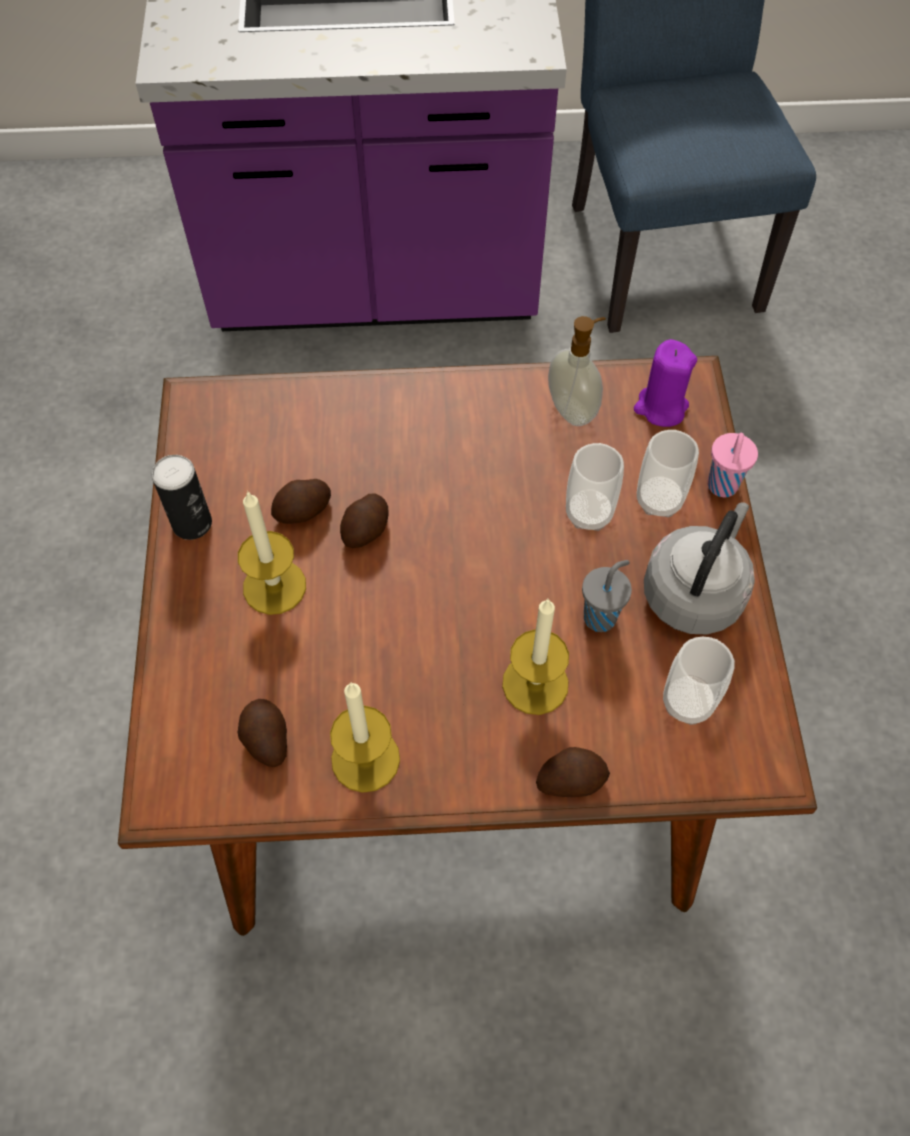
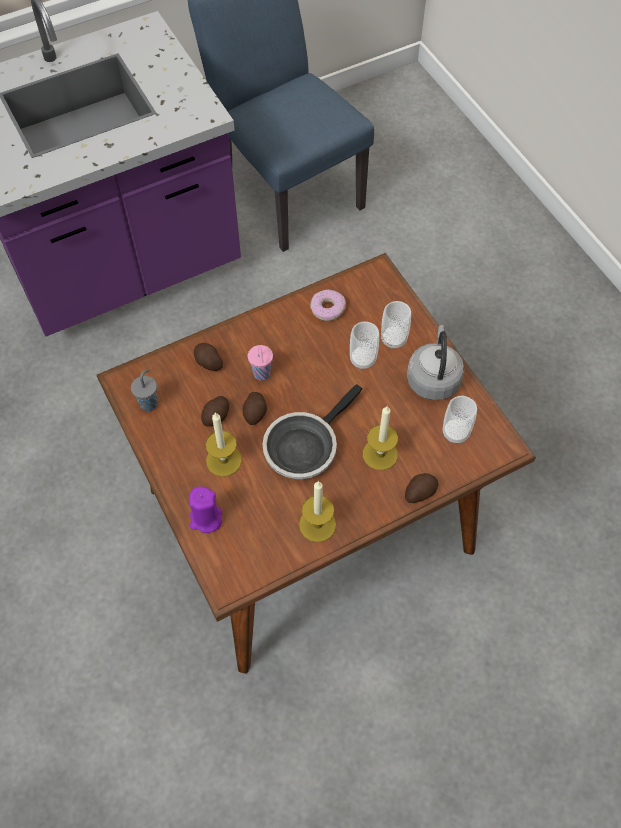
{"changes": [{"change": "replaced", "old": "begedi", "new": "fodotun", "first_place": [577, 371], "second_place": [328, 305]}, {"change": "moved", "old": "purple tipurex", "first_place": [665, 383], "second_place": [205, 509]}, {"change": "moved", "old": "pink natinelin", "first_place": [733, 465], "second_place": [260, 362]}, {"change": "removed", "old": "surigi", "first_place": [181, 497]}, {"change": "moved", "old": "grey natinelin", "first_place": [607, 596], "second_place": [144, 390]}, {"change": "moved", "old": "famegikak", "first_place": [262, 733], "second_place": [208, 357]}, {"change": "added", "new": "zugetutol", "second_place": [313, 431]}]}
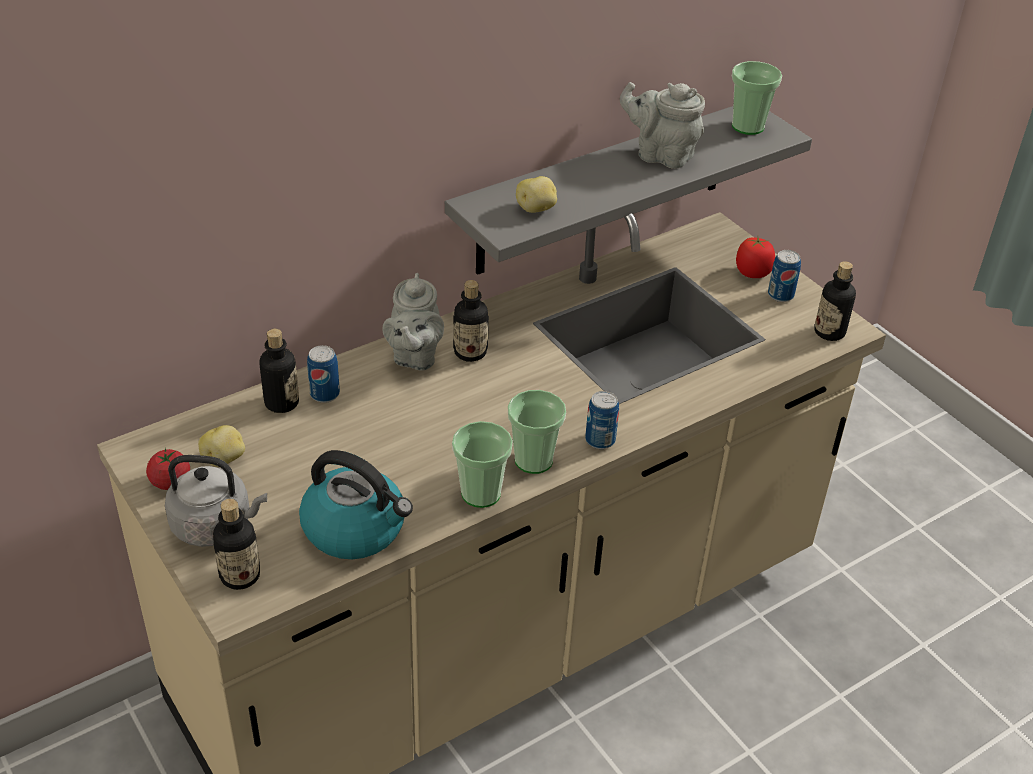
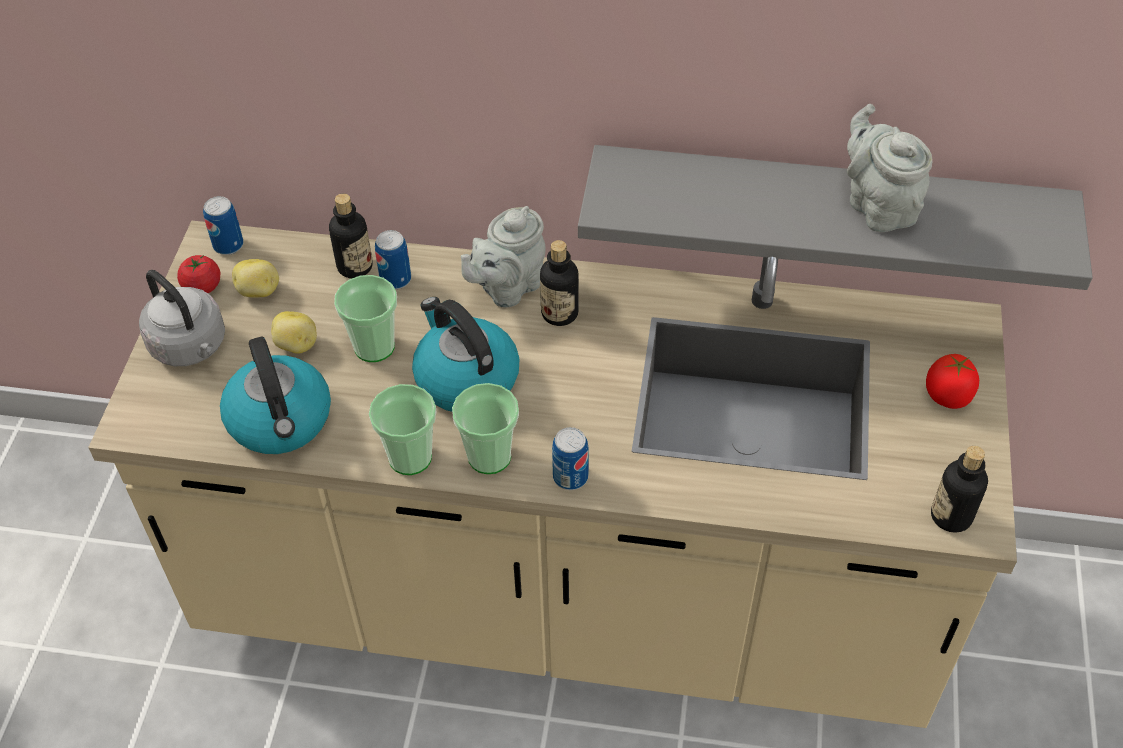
{"changes": [{"change": "moved", "old": "natinelin", "first_place": [757, 98], "second_place": [365, 318]}, {"change": "moved", "old": "famegikak", "first_place": [536, 194], "second_place": [294, 332]}, {"change": "moved", "old": "surigi", "first_place": [784, 276], "second_place": [223, 225]}, {"change": "removed", "old": "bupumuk", "first_place": [236, 544]}, {"change": "added", "new": "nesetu", "second_place": [466, 354]}]}
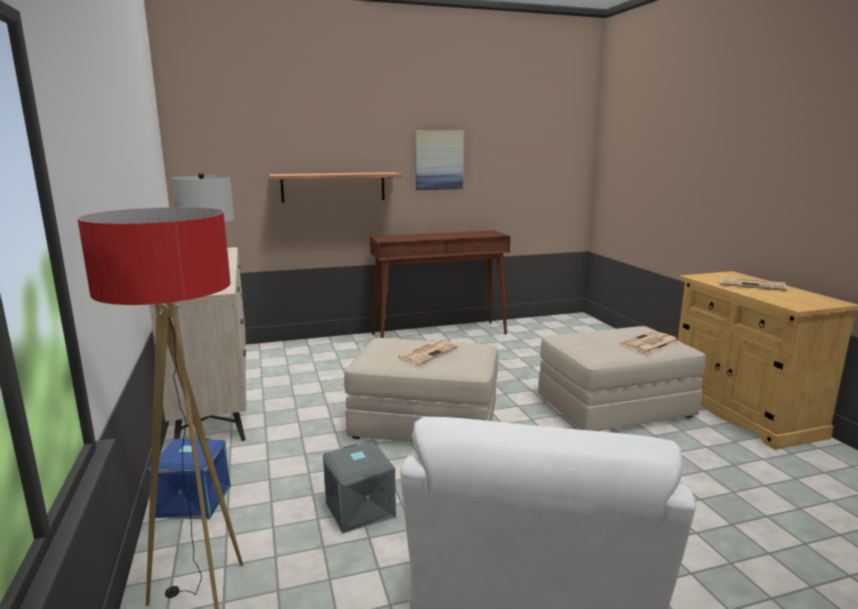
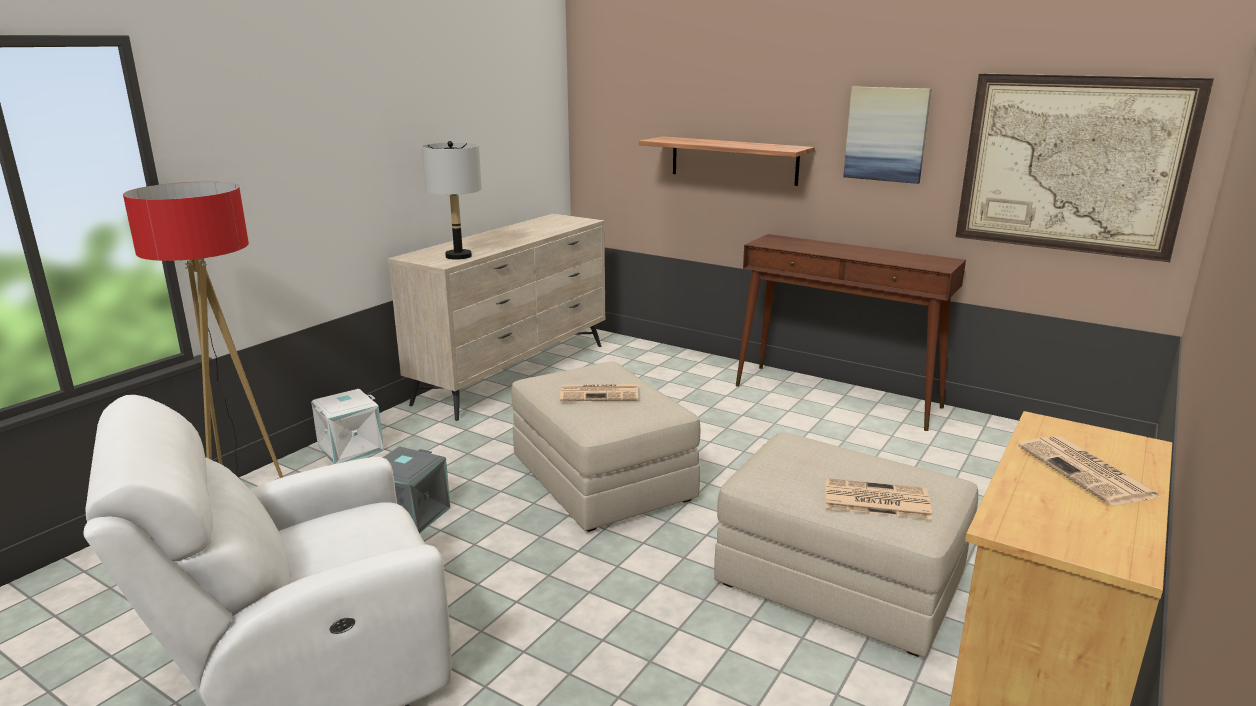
{"changes": [{"change": "recoloured", "old": "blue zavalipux", "new": "white zavalipux", "first_place": [189, 479], "second_place": [347, 426]}, {"change": "added", "new": "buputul", "second_place": [1084, 168]}]}
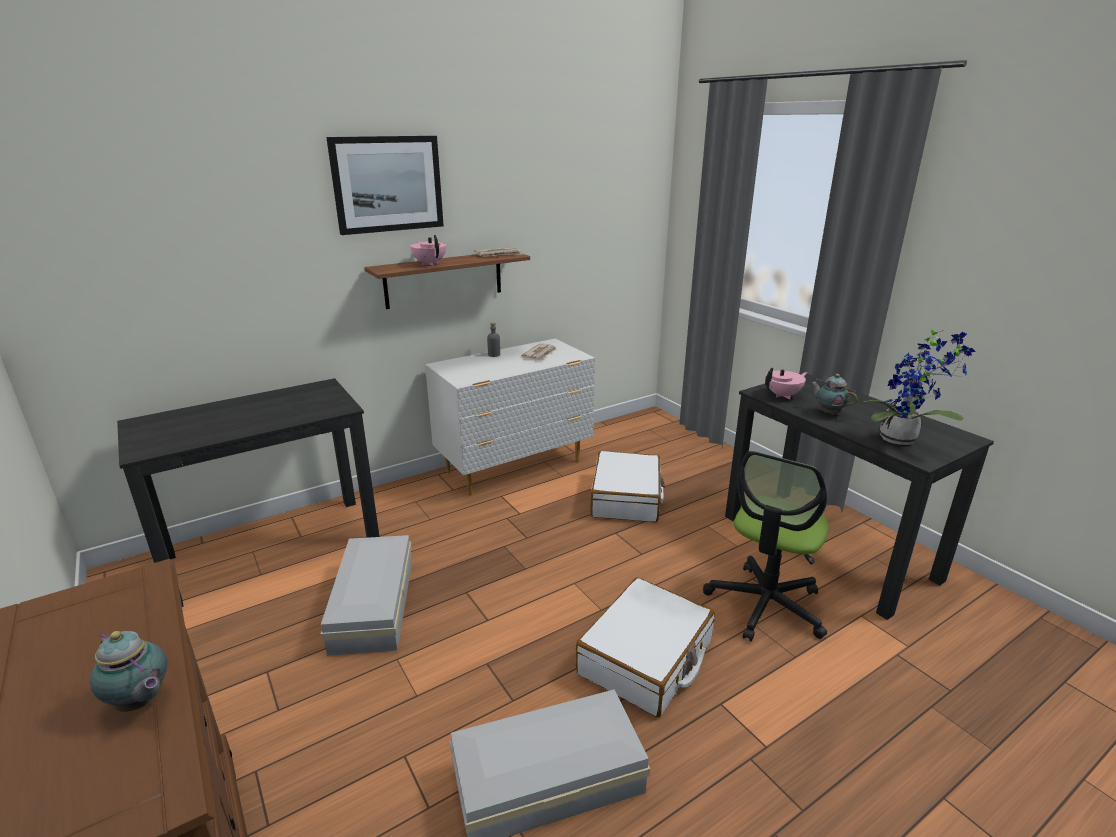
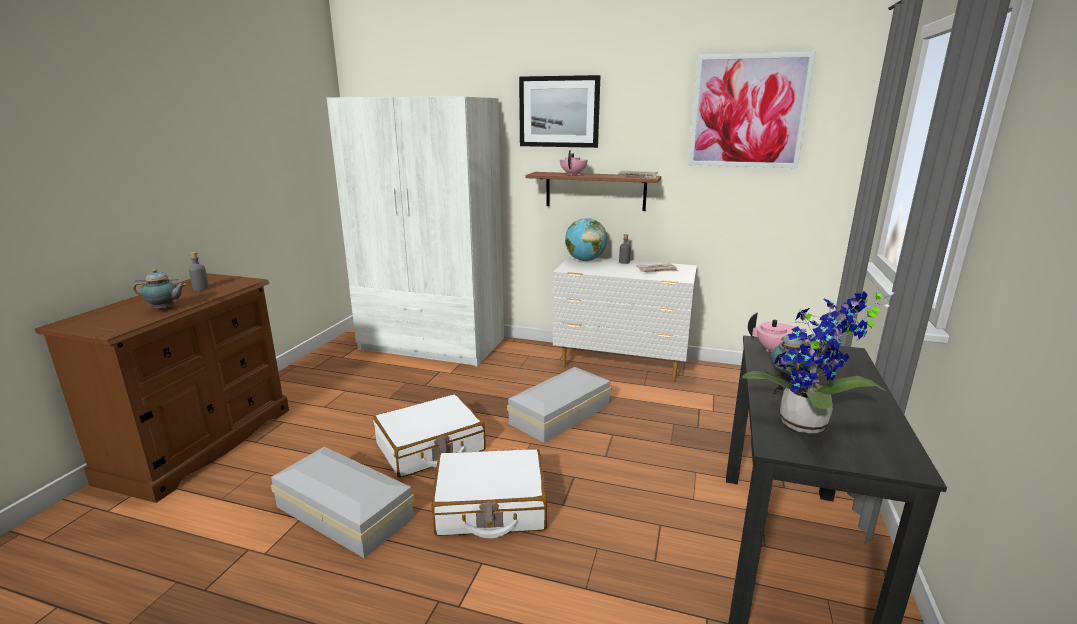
{"changes": [{"change": "replaced", "old": "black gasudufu", "new": "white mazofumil", "first_place": [248, 492], "second_place": [415, 232]}, {"change": "moved", "old": "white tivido", "first_place": [627, 487], "second_place": [429, 436]}, {"change": "removed", "old": "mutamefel", "first_place": [766, 546]}, {"change": "moved", "old": "white zavalipux", "first_place": [366, 595], "second_place": [559, 405]}, {"change": "turned", "old": "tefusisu", "first_place": [128, 671], "second_place": [159, 289], "degrees": -90}, {"change": "added", "new": "buputul", "second_place": [752, 110]}, {"change": "added", "new": "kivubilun", "second_place": [586, 239]}, {"change": "added", "new": "grey bupumuk", "second_place": [199, 271]}]}
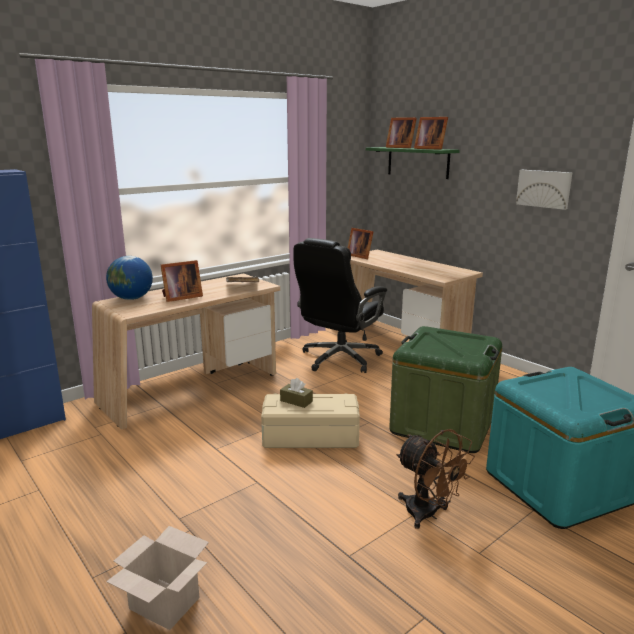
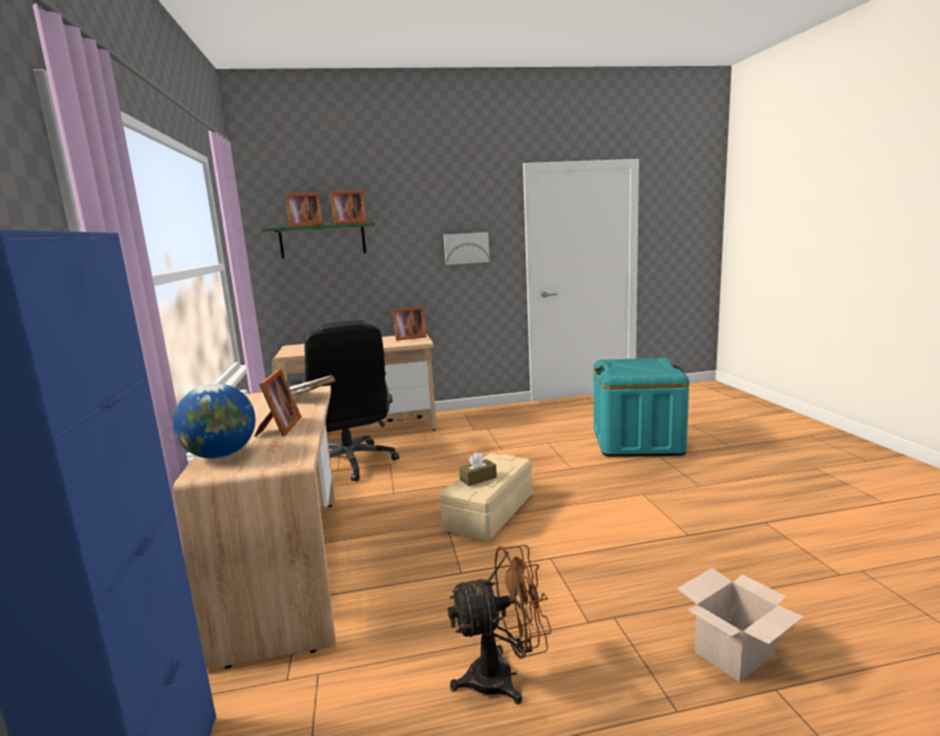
{"changes": [{"change": "moved", "old": "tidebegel", "first_place": [361, 243], "second_place": [410, 324]}, {"change": "removed", "old": "green zavalipux", "first_place": [445, 389]}, {"change": "moved", "old": "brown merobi", "first_place": [435, 479], "second_place": [499, 625]}]}
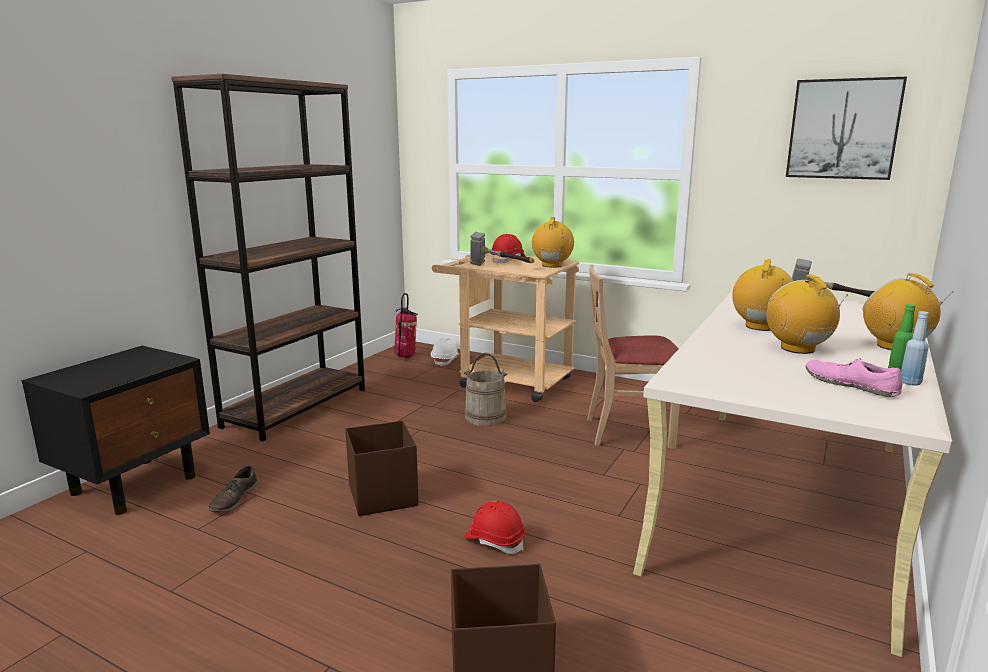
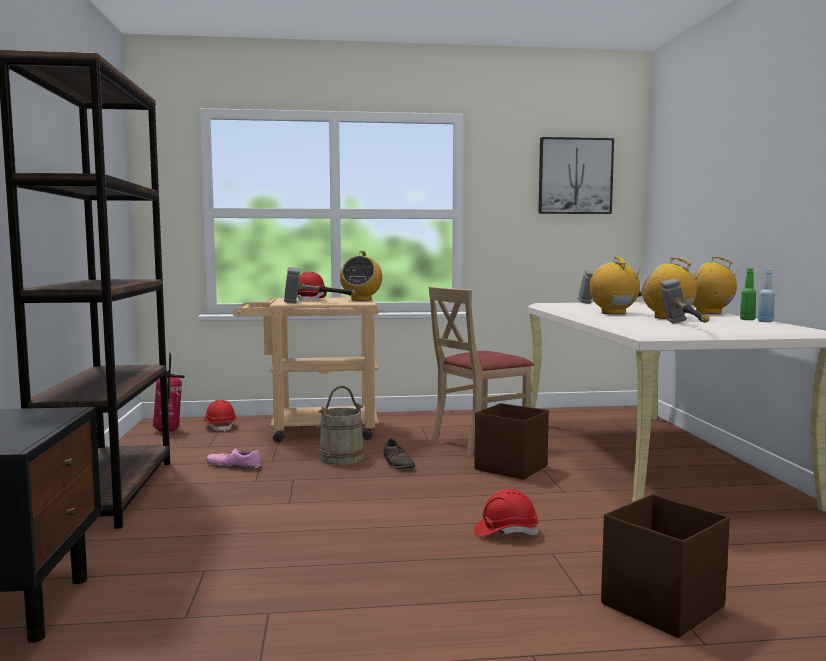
{"changes": [{"change": "turned", "old": "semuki", "first_place": [553, 242], "second_place": [361, 276], "degrees": -150}, {"change": "recoloured", "old": "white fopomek", "new": "red fopomek", "first_place": [445, 352], "second_place": [220, 416]}, {"change": "moved", "old": "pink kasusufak", "first_place": [853, 378], "second_place": [233, 458]}, {"change": "moved", "old": "brown zavalipux", "first_place": [382, 468], "second_place": [512, 441]}, {"change": "moved", "old": "brown kasusufak", "first_place": [232, 489], "second_place": [399, 454]}, {"change": "added", "new": "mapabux", "second_place": [684, 301]}]}
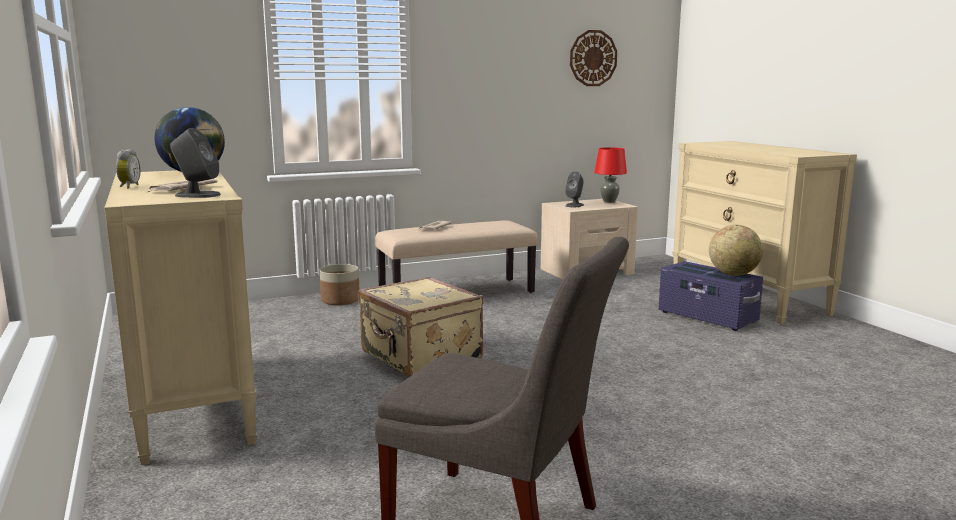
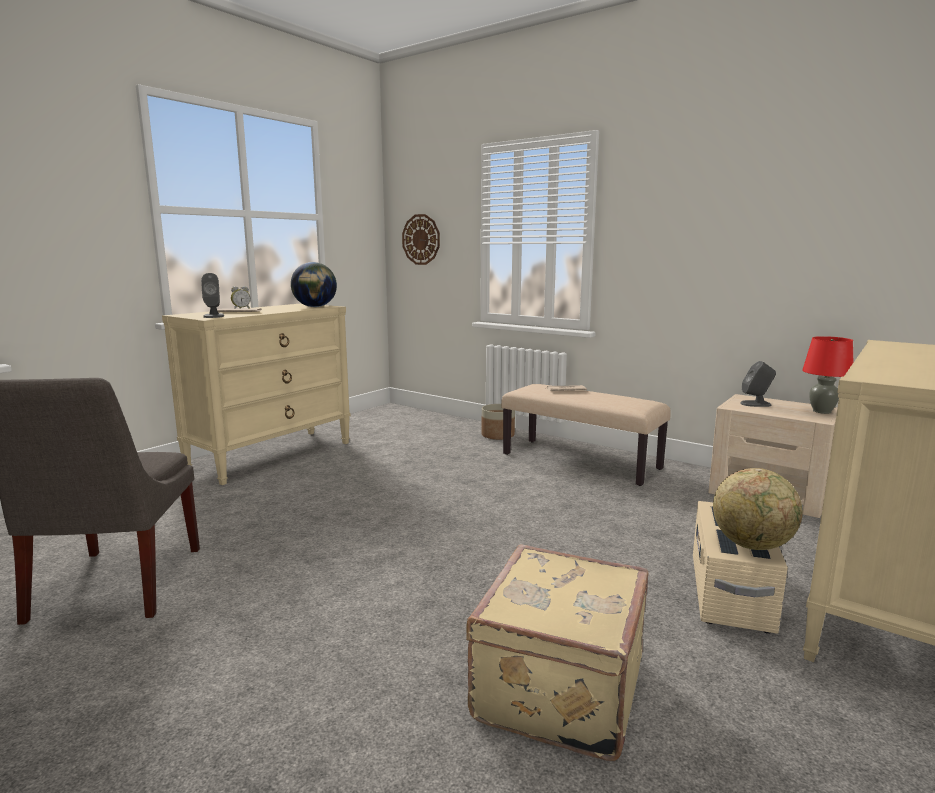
{"changes": [{"change": "moved", "old": "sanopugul", "first_place": [593, 58], "second_place": [421, 239]}, {"change": "recoloured", "old": "purple zavalipux", "new": "beige zavalipux", "first_place": [710, 296], "second_place": [740, 567]}, {"change": "moved", "old": "beige tivido", "first_place": [420, 327], "second_place": [557, 652]}]}
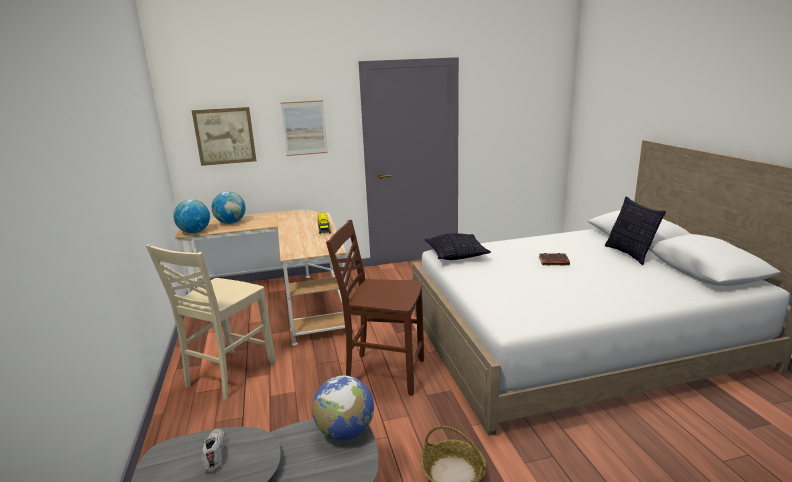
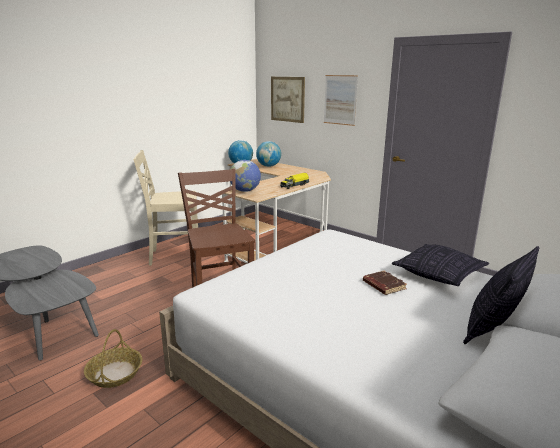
{"changes": [{"change": "moved", "old": "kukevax", "first_place": [458, 246], "second_place": [440, 265]}, {"change": "moved", "old": "kivubilun", "first_place": [343, 407], "second_place": [245, 176]}, {"change": "removed", "old": "white kasusufak", "first_place": [214, 450]}]}
